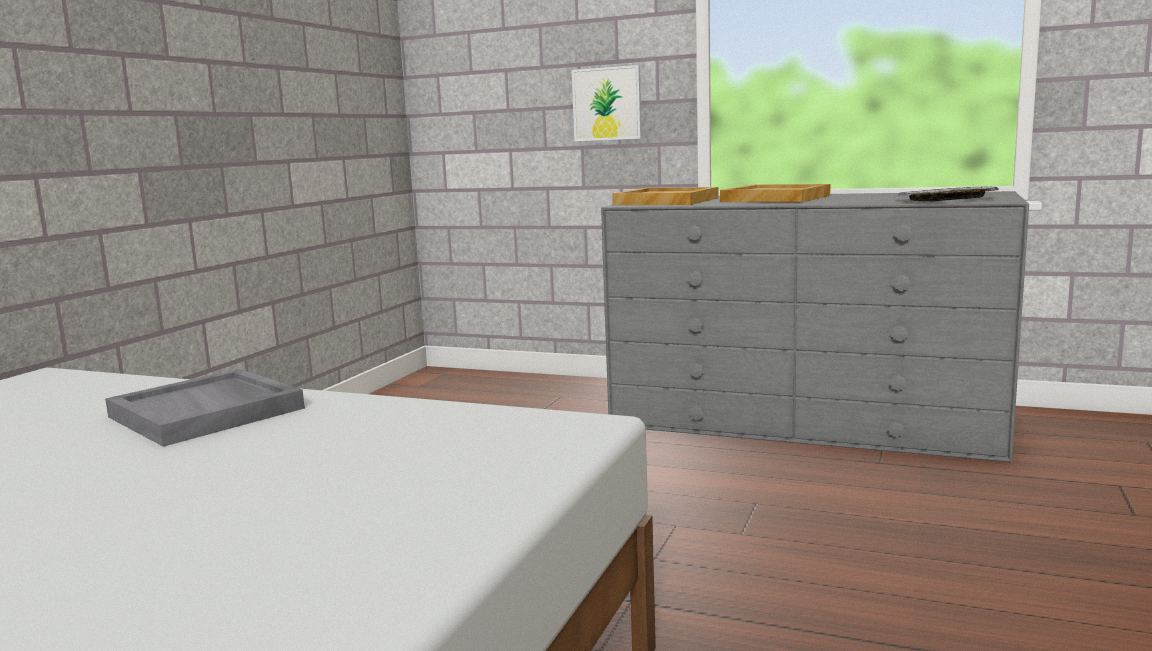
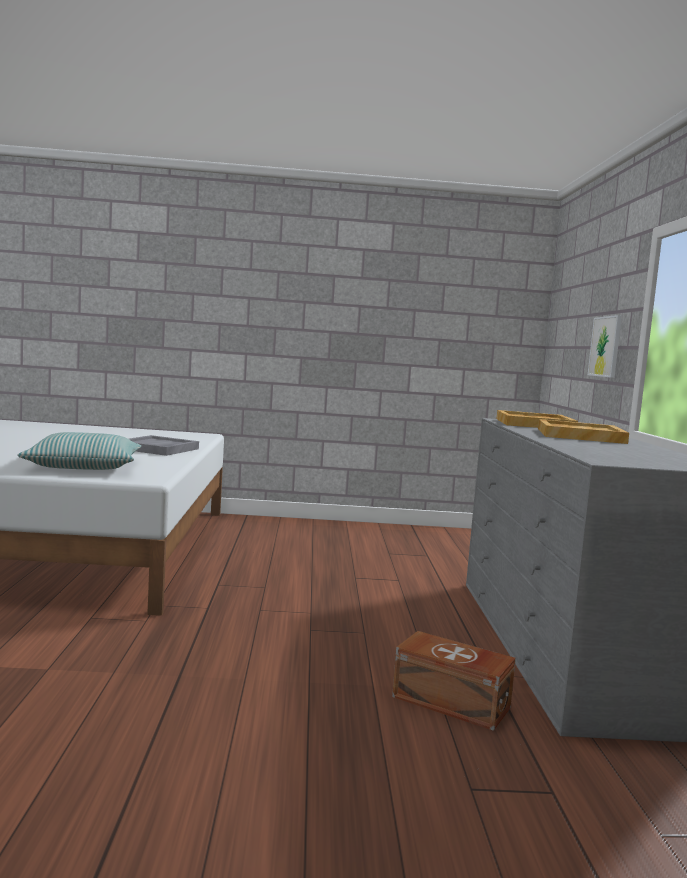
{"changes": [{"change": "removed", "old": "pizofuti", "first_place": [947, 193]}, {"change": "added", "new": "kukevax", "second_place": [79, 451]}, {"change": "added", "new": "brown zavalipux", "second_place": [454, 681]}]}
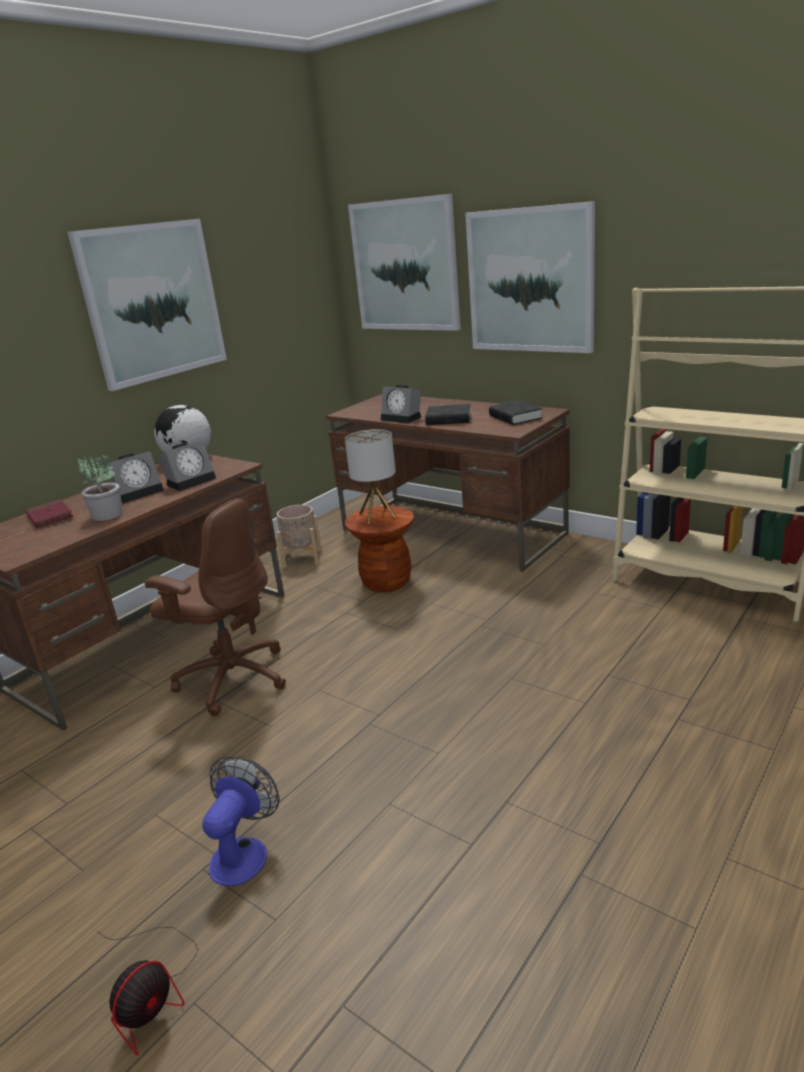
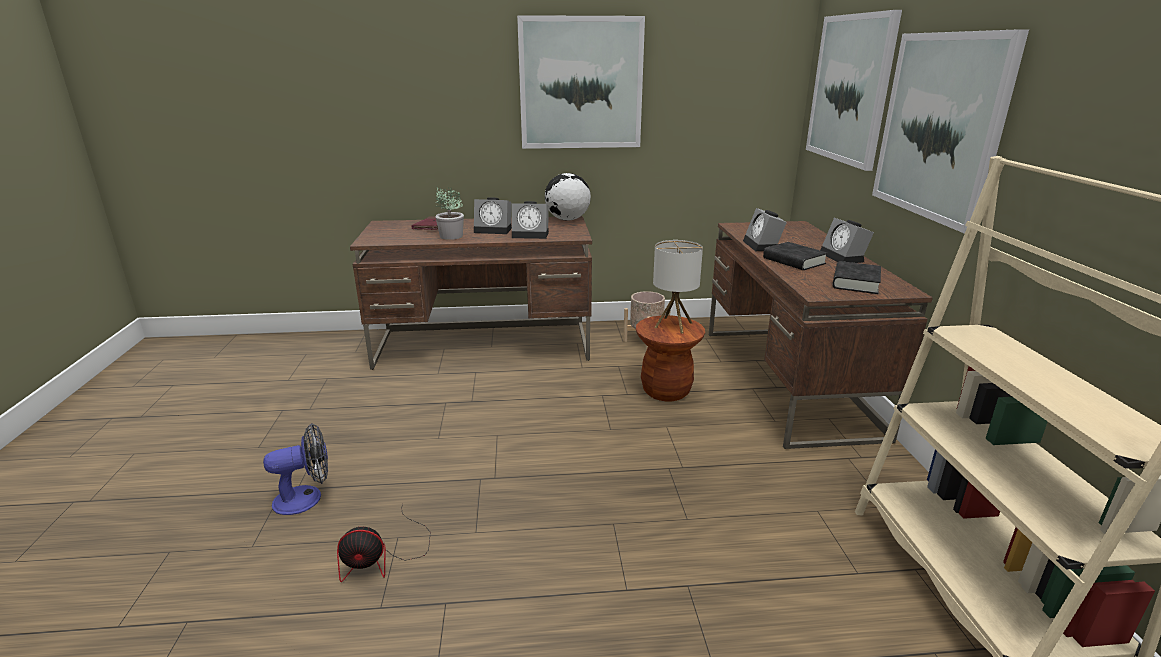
{"changes": [{"change": "removed", "old": "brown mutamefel", "first_place": [215, 607]}, {"change": "moved", "old": "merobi", "first_place": [147, 991], "second_place": [384, 542]}, {"change": "added", "new": "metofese", "second_place": [847, 240]}]}
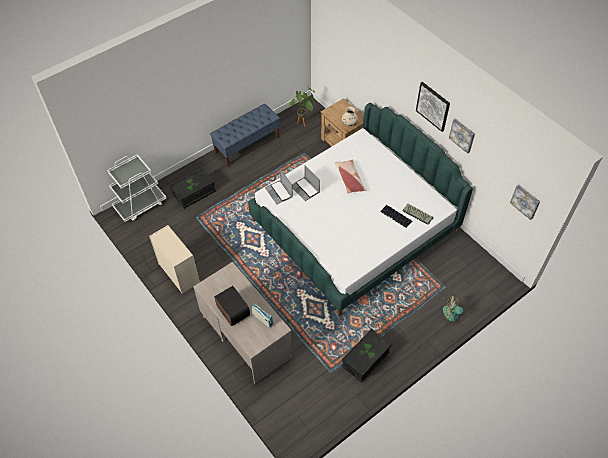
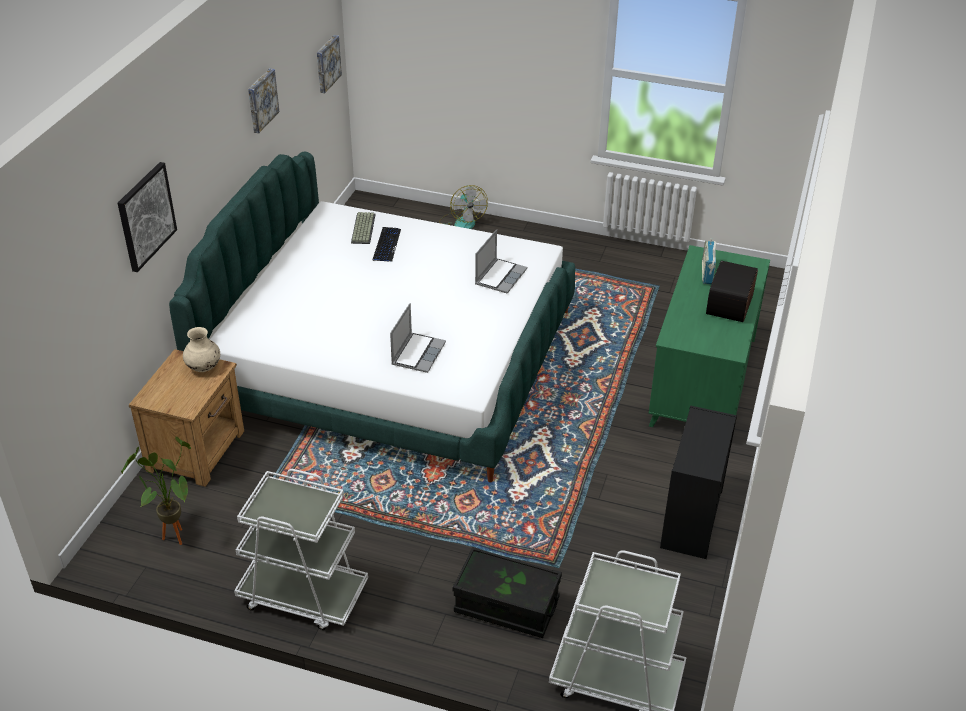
{"changes": [{"change": "moved", "old": "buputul", "first_place": [433, 107], "second_place": [147, 217]}, {"change": "replaced", "old": "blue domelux", "new": "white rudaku", "first_place": [245, 135], "second_place": [301, 549]}, {"change": "removed", "old": "kukevax", "first_place": [351, 177]}, {"change": "moved", "old": "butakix", "first_place": [279, 187], "second_place": [501, 262]}, {"change": "recoloured", "old": "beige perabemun", "new": "black perabemun", "first_place": [174, 259], "second_place": [698, 482]}, {"change": "recoloured", "old": "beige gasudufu", "new": "green gasudufu", "first_place": [242, 323], "second_place": [709, 336]}, {"change": "removed", "old": "black zavalipux", "first_place": [367, 355]}]}
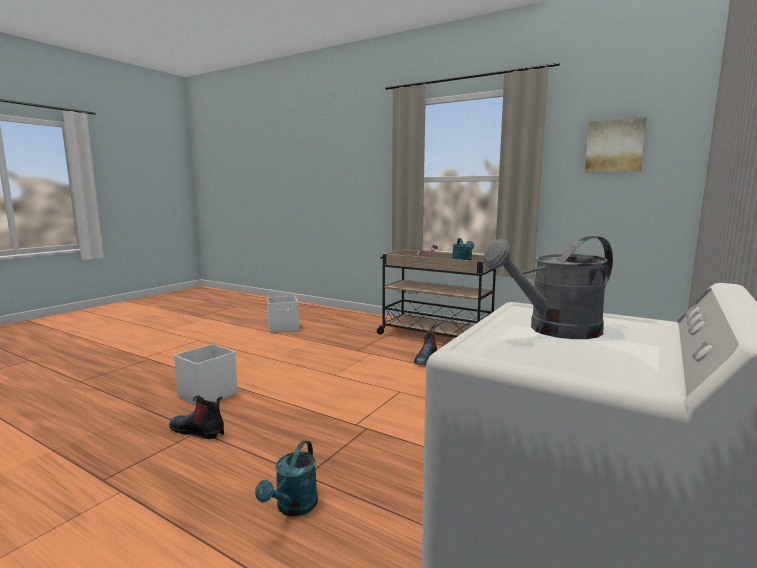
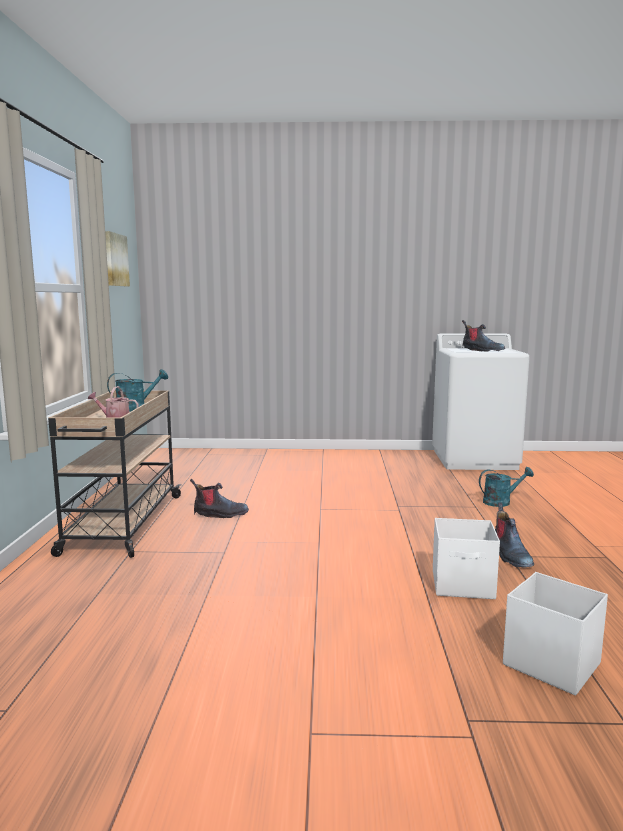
{"changes": [{"change": "replaced", "old": "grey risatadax", "new": "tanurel", "first_place": [548, 287], "second_place": [483, 336]}, {"change": "moved", "old": "white zavalipux", "first_place": [283, 314], "second_place": [555, 634]}]}
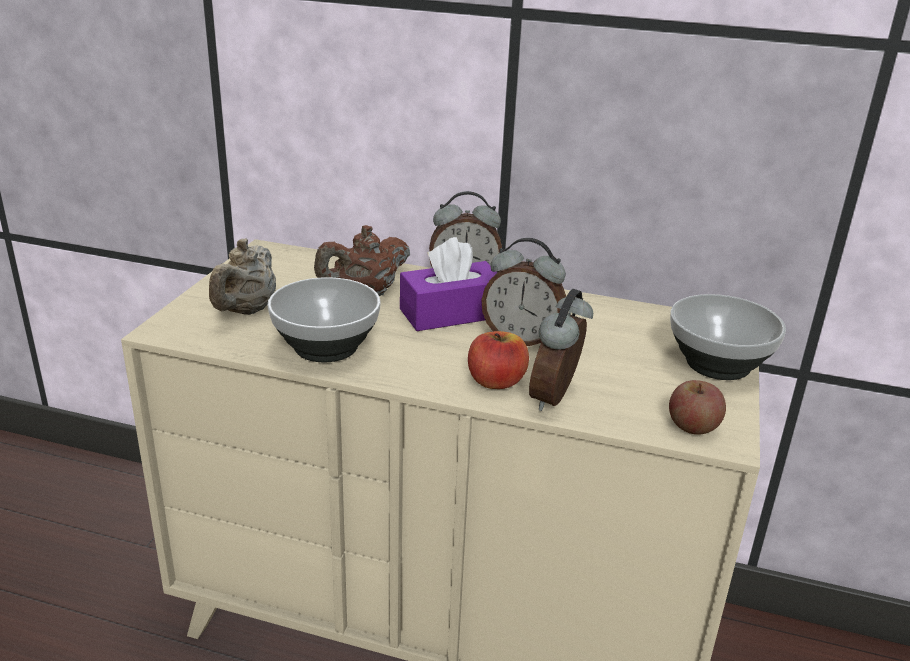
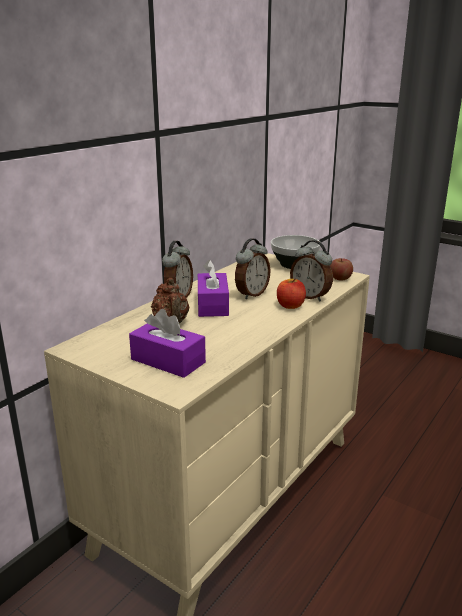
{"changes": [{"change": "replaced", "old": "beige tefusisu", "new": "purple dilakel", "first_place": [242, 276], "second_place": [167, 343]}, {"change": "removed", "old": "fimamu", "first_place": [324, 320]}]}
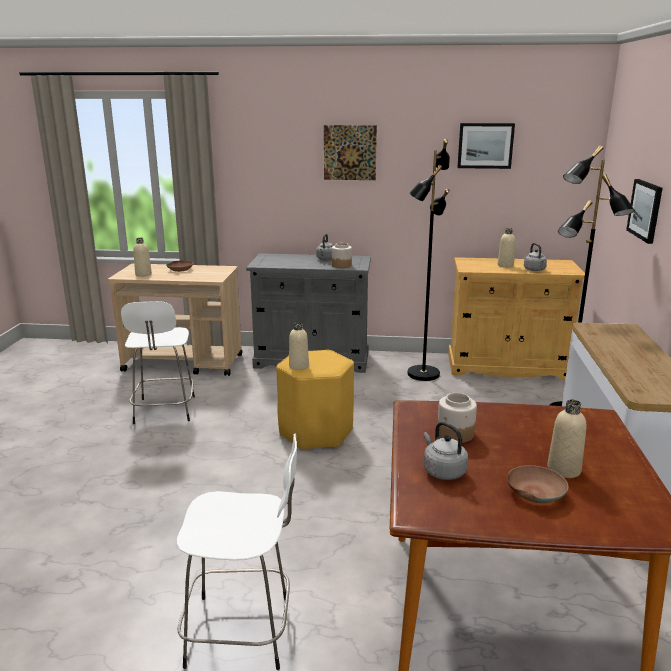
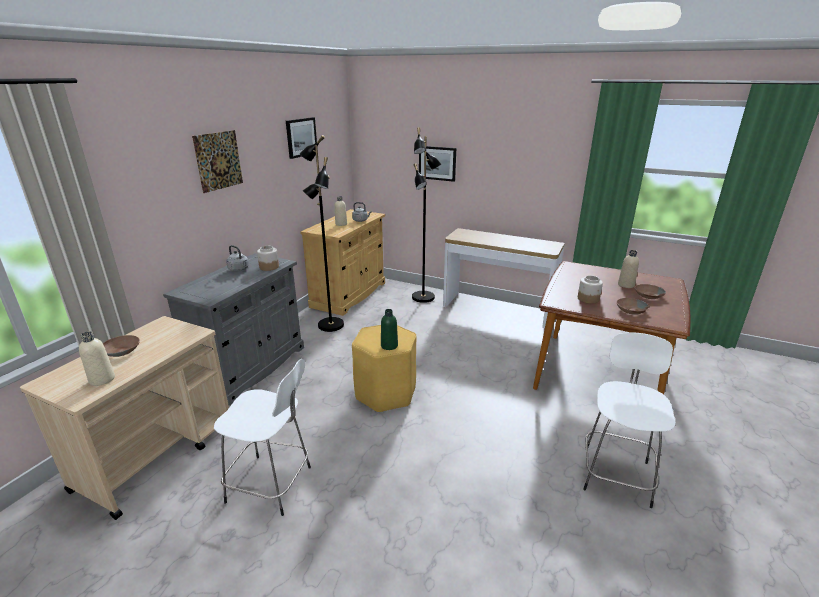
{"changes": [{"change": "recoloured", "old": "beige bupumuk", "new": "green bupumuk", "first_place": [299, 346], "second_place": [389, 329]}, {"change": "replaced", "old": "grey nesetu", "new": "brown fimamu", "first_place": [445, 451], "second_place": [632, 306]}]}
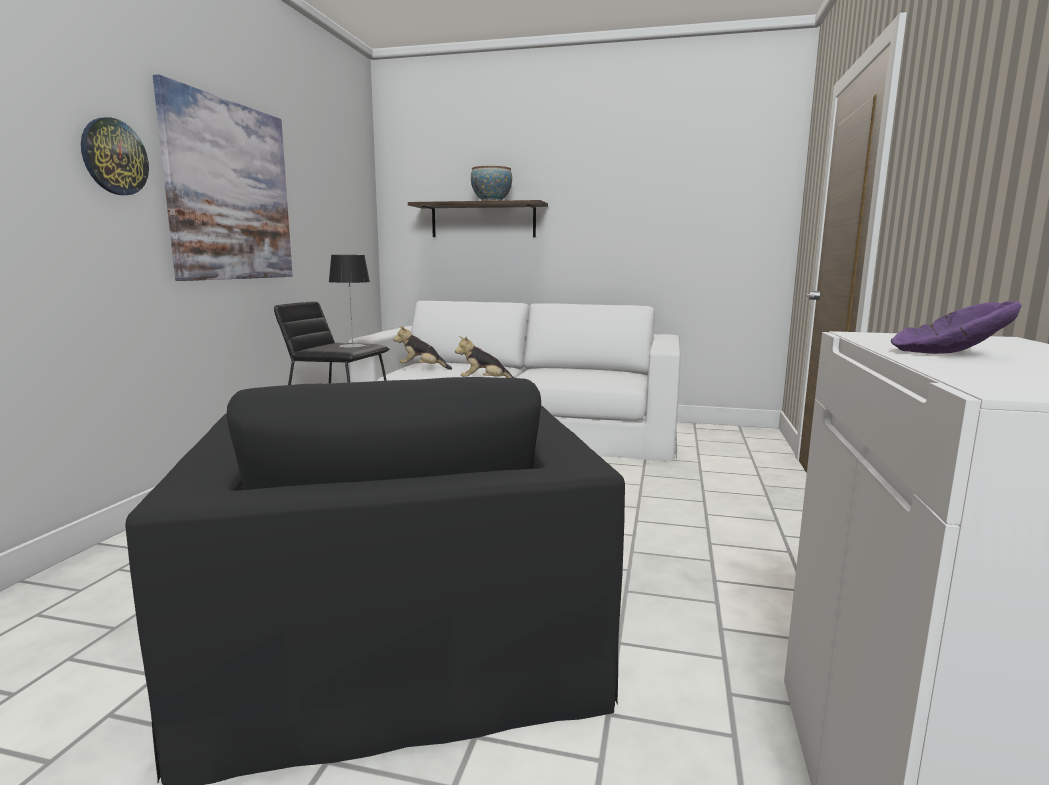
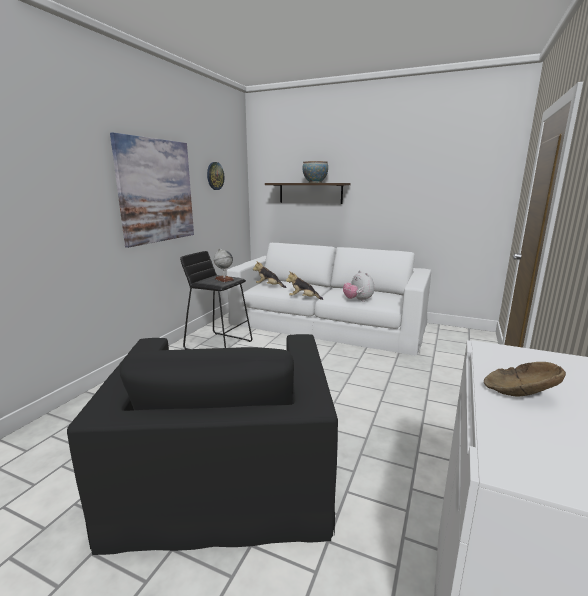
{"changes": [{"change": "moved", "old": "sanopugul", "first_place": [115, 156], "second_place": [215, 176]}, {"change": "replaced", "old": "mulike", "new": "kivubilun", "first_place": [349, 301], "second_place": [224, 265]}, {"change": "recoloured", "old": "purple fimamu", "new": "brown fimamu", "first_place": [956, 327], "second_place": [525, 379]}, {"change": "added", "new": "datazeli", "second_place": [358, 286]}]}
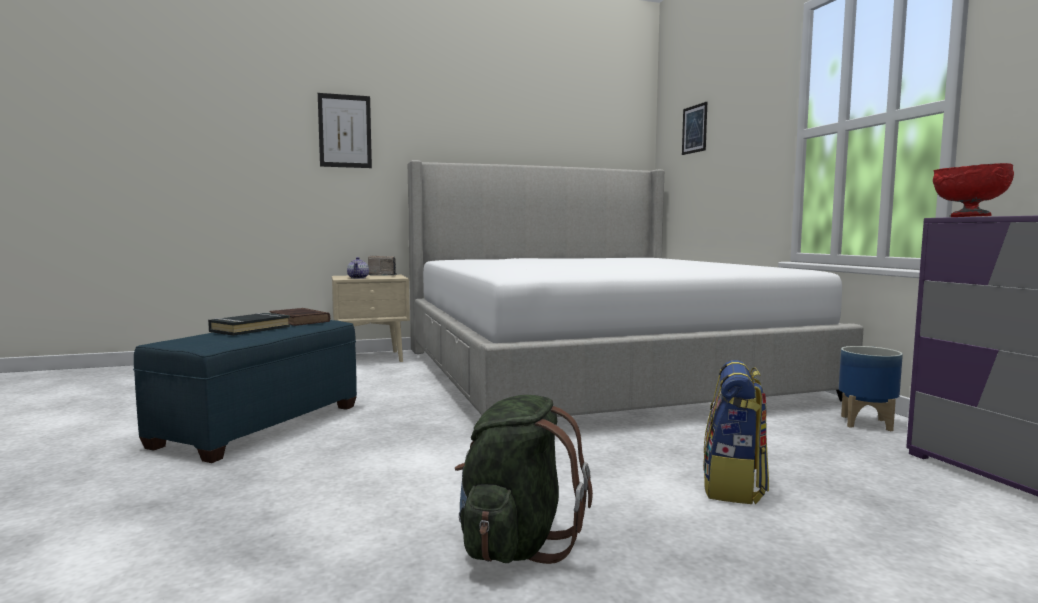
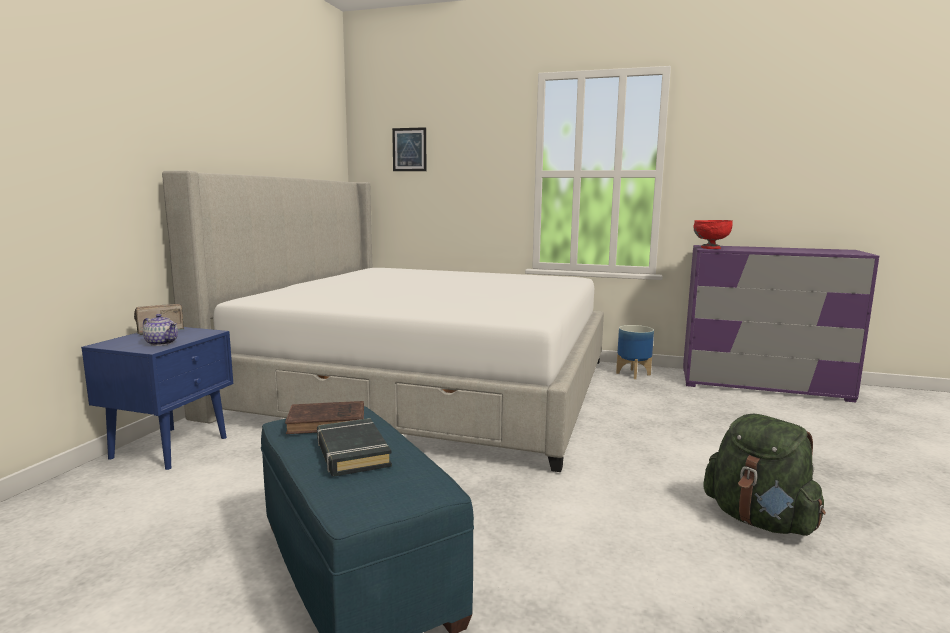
{"changes": [{"change": "removed", "old": "buputul", "first_place": [345, 130]}, {"change": "recoloured", "old": "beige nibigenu", "new": "blue nibigenu", "first_place": [371, 318], "second_place": [157, 398]}, {"change": "removed", "old": "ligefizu", "first_place": [736, 432]}]}
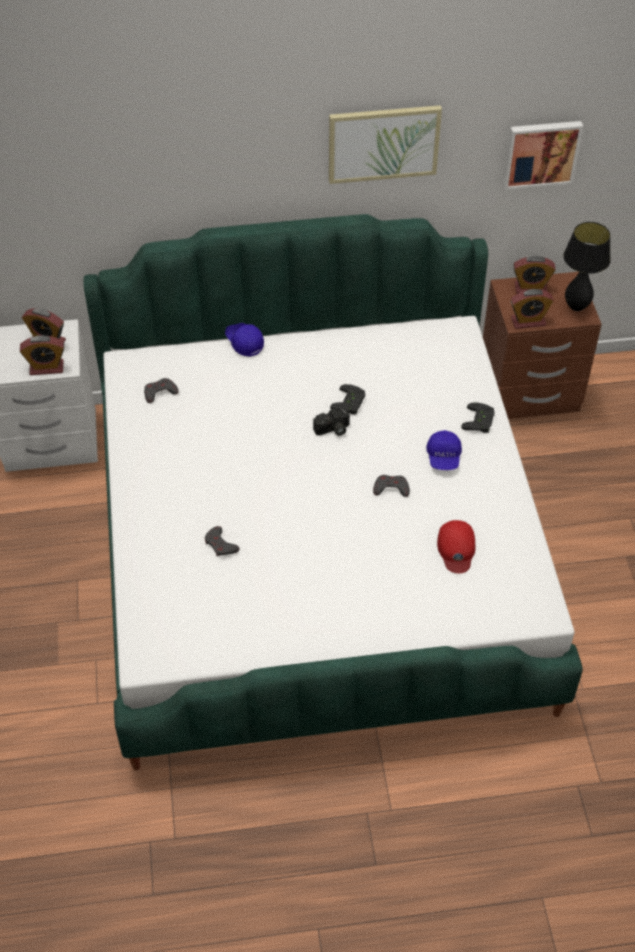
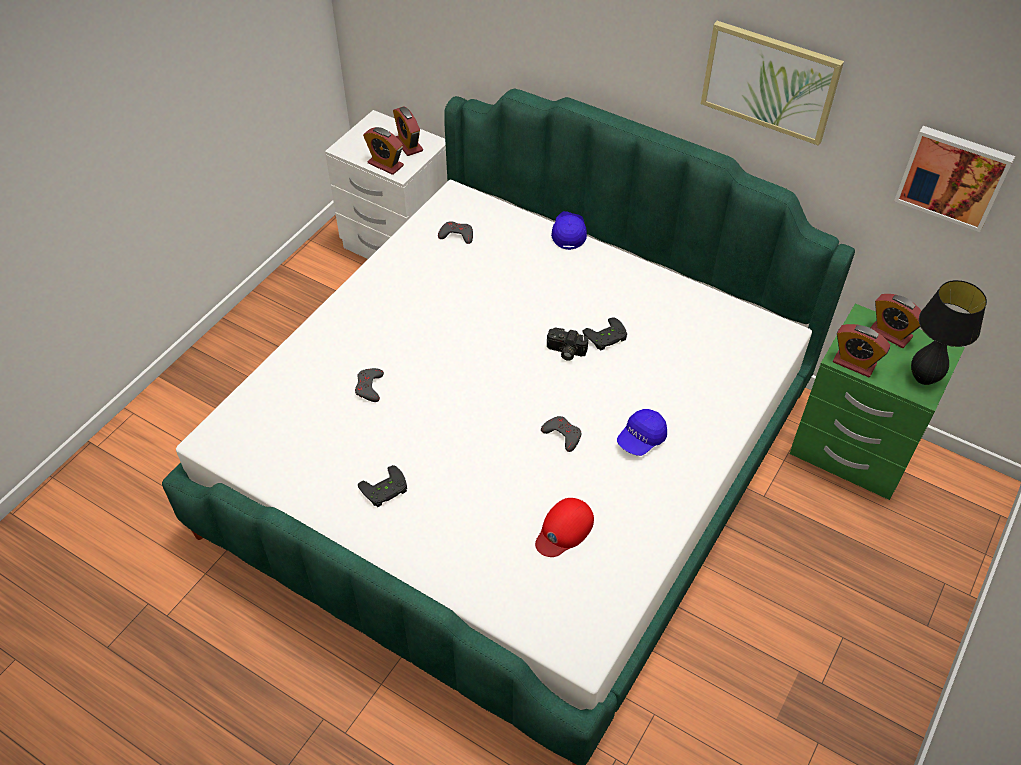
{"changes": [{"change": "recoloured", "old": "brown nibigenu", "new": "green nibigenu", "first_place": [542, 345], "second_place": [877, 401]}, {"change": "moved", "old": "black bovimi", "first_place": [478, 418], "second_place": [382, 486]}]}
